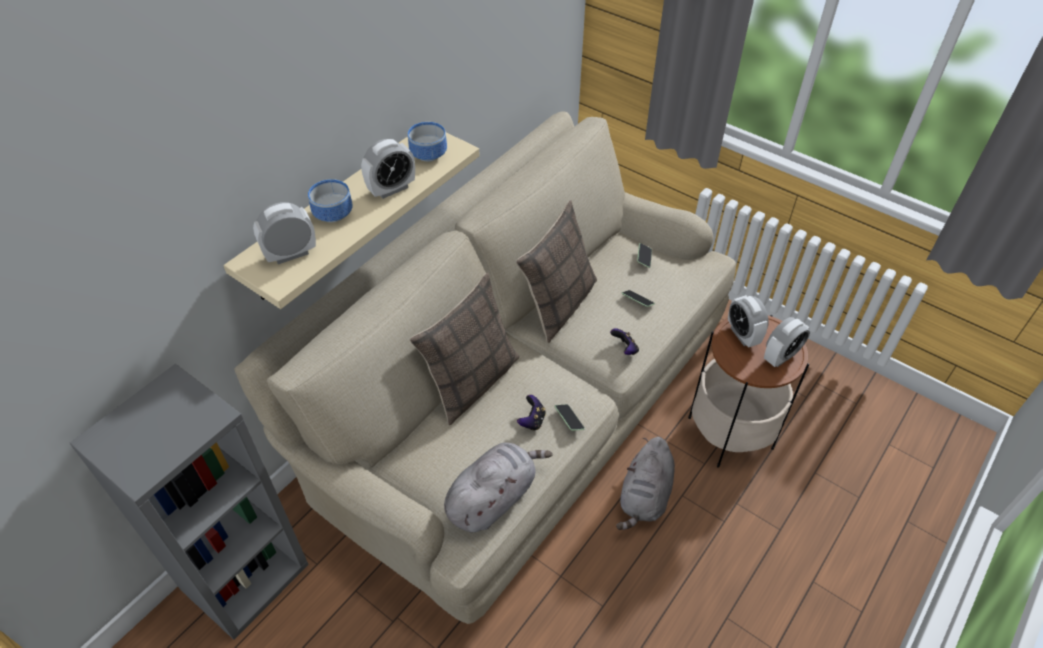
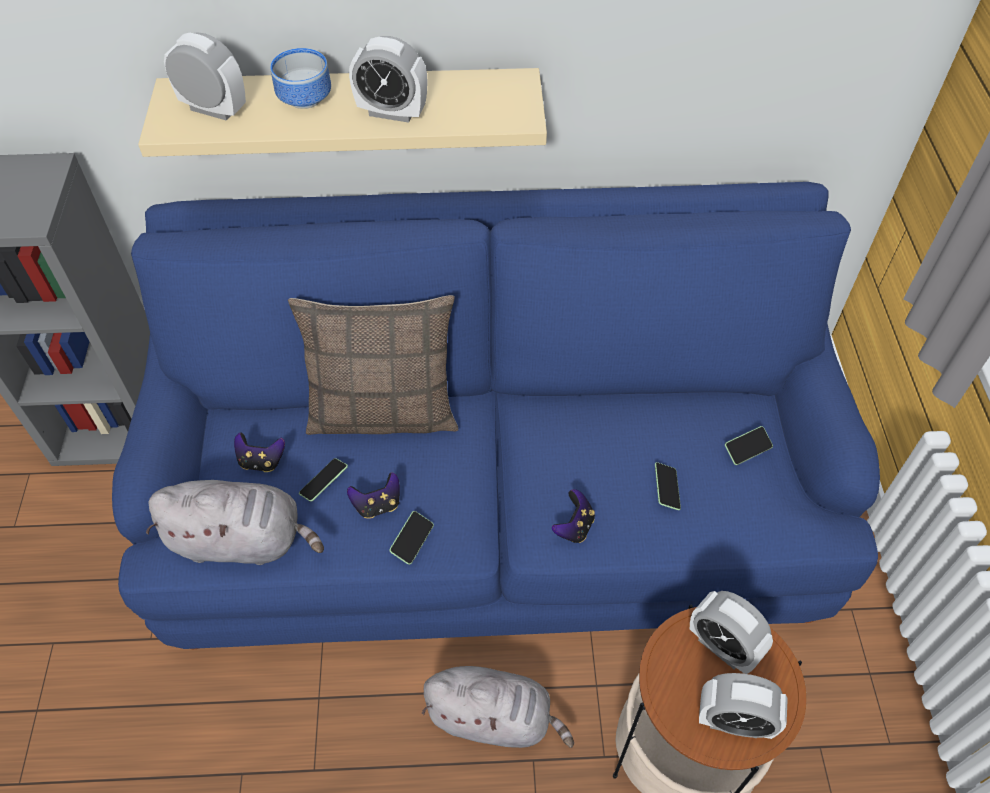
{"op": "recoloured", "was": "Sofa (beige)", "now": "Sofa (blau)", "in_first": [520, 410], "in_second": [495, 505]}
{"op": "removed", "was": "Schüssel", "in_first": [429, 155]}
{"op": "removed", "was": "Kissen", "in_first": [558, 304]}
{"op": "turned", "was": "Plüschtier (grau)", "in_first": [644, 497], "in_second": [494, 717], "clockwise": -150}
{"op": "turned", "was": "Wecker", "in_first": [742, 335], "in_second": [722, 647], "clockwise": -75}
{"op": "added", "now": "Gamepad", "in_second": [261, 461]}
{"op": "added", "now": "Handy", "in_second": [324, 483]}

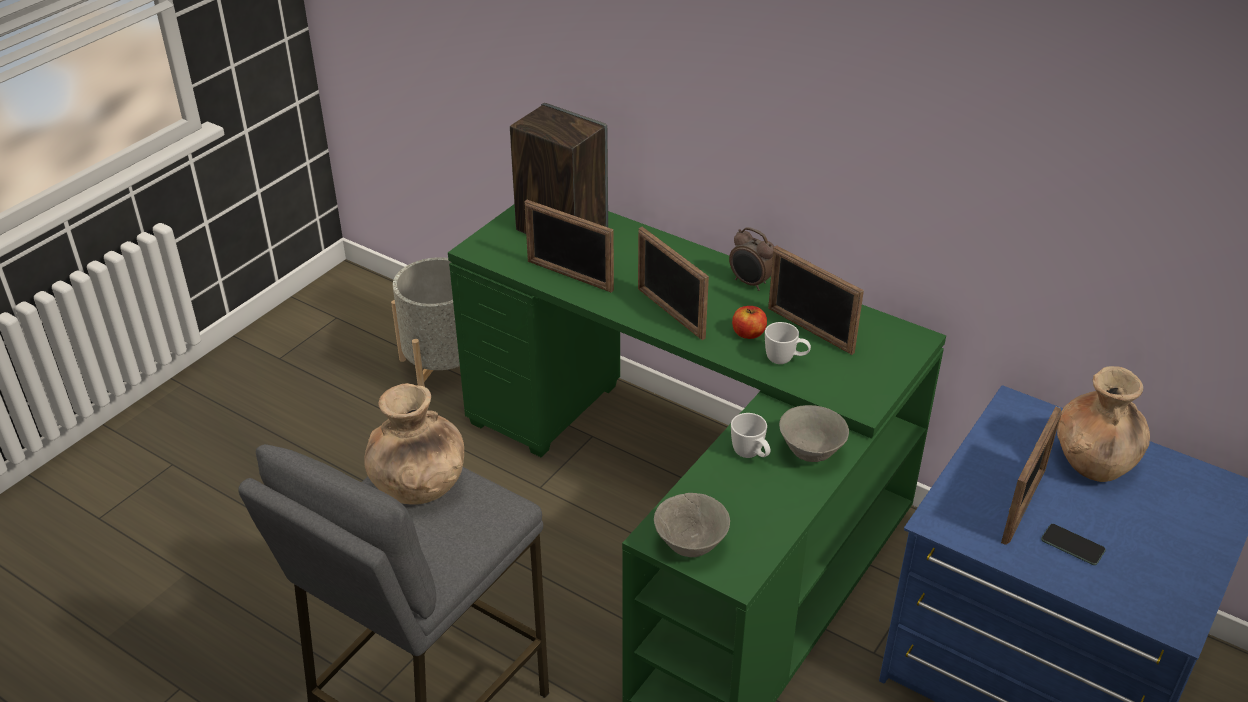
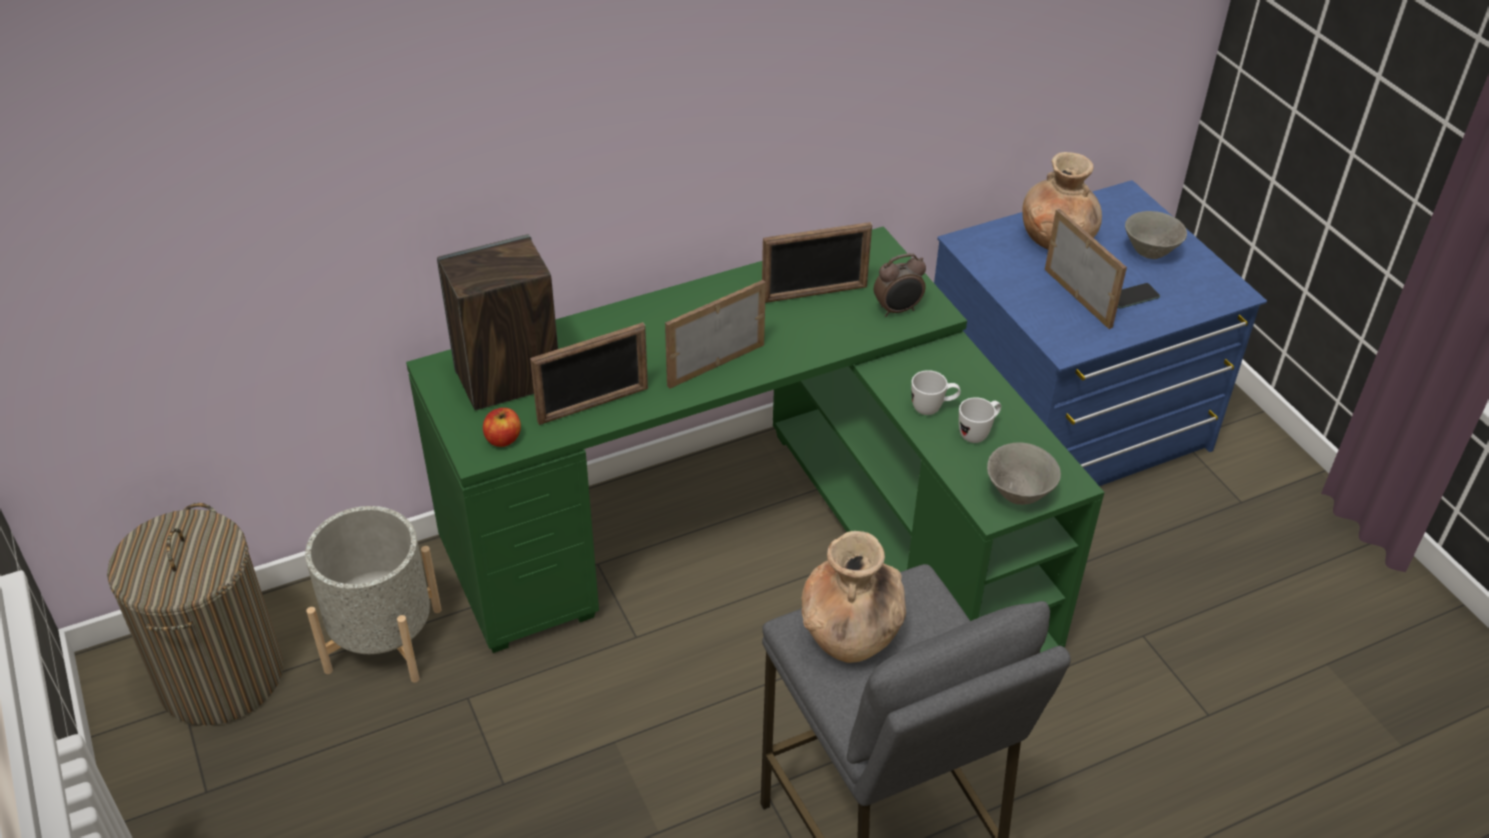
{"op": "turned", "was": "Bilderrahmen", "in_first": [670, 313], "in_second": [715, 364], "clockwise": 150}
{"op": "moved", "was": "Wecker", "in_first": [750, 283], "in_second": [898, 310]}
{"op": "moved", "was": "Apfel", "in_first": [748, 333], "in_second": [503, 439]}
{"op": "moved", "was": "Henkelbecher (weiß)", "in_first": [785, 360], "in_second": [978, 433]}
{"op": "moved", "was": "Schüssel (grau)", "in_first": [811, 453], "in_second": [1149, 252]}
{"op": "added", "now": "Wäschekorb", "in_second": [221, 676]}

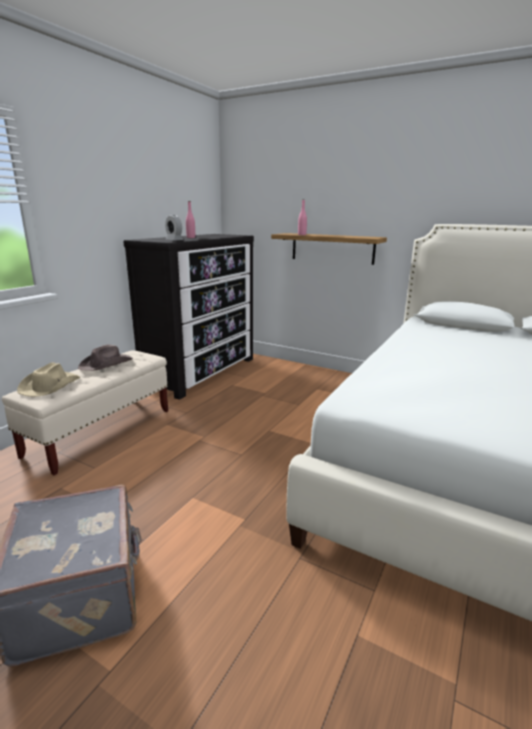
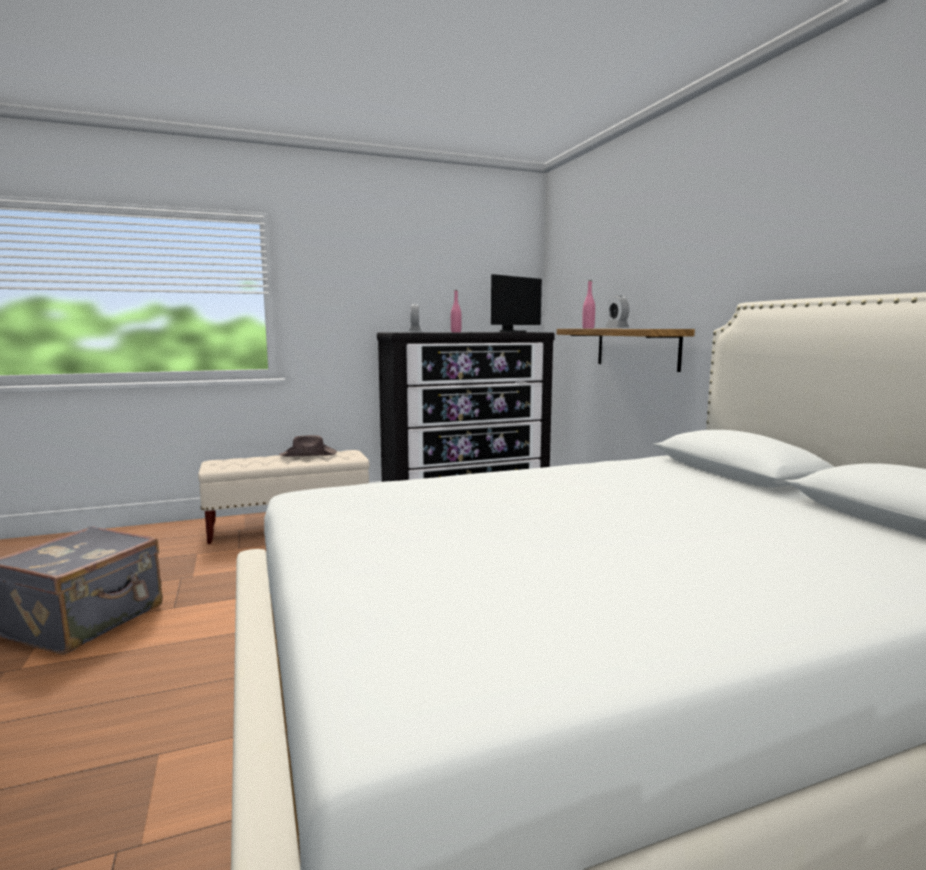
{"op": "removed", "was": "Hut (beige)", "in_first": [49, 386]}
{"op": "added", "now": "Monitor", "in_second": [514, 332]}
{"op": "added", "now": "Wecker", "in_second": [616, 328]}

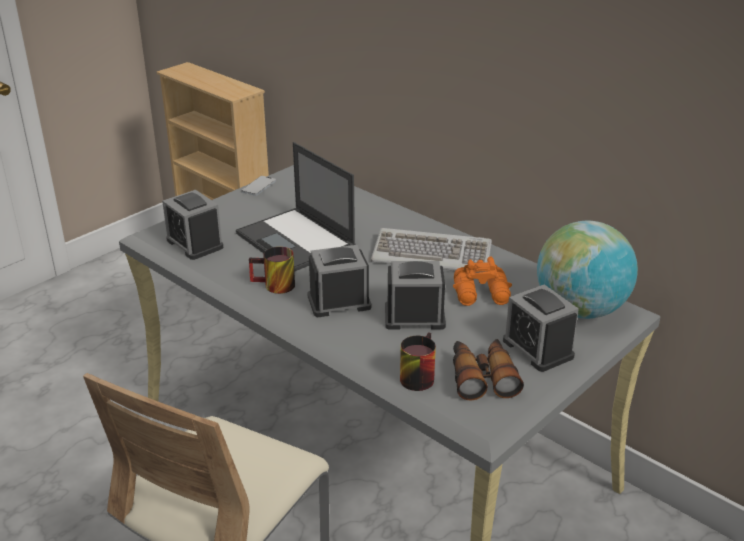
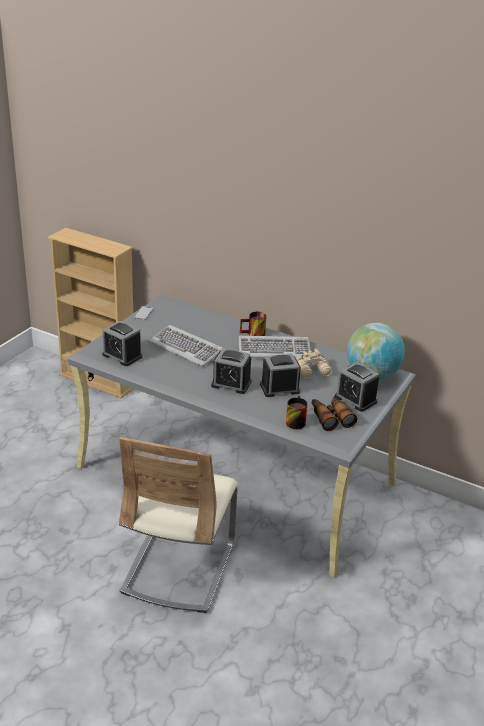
{"op": "replaced", "was": "Laptop", "now": "Tastatur", "in_first": [296, 240], "in_second": [186, 348]}
{"op": "moved", "was": "Henkelbecher", "in_first": [274, 286], "in_second": [253, 335]}
{"op": "turned", "was": "Wecker", "in_first": [339, 302], "in_second": [231, 384], "clockwise": -135}
{"op": "recoloured", "was": "Fernglas (orange)", "now": "Fernglas (beige)", "in_first": [482, 294], "in_second": [313, 371]}

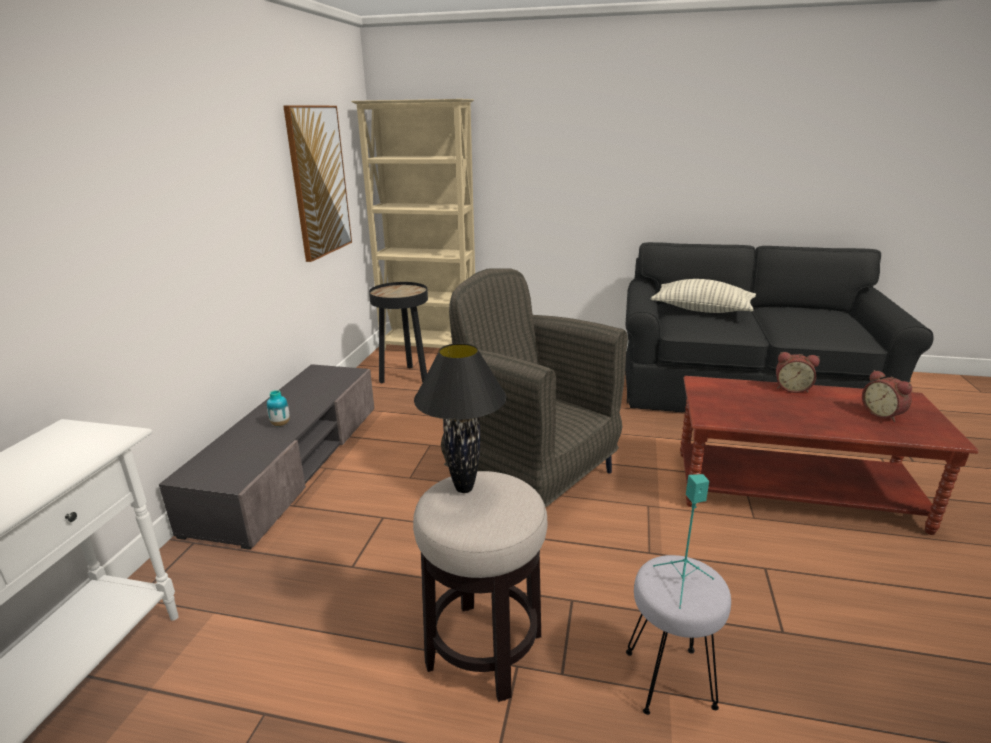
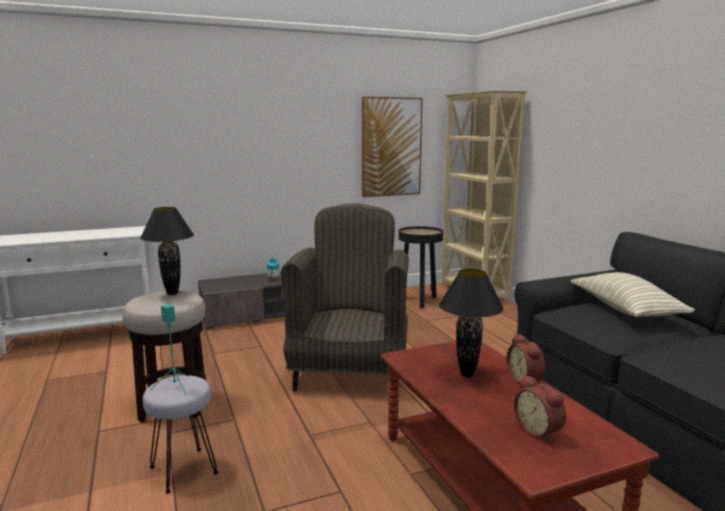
{"op": "turned", "was": "Wecker", "in_first": [883, 414], "in_second": [539, 430], "clockwise": -60}
{"op": "added", "now": "Tischlampe (schwarz)", "in_second": [466, 374]}

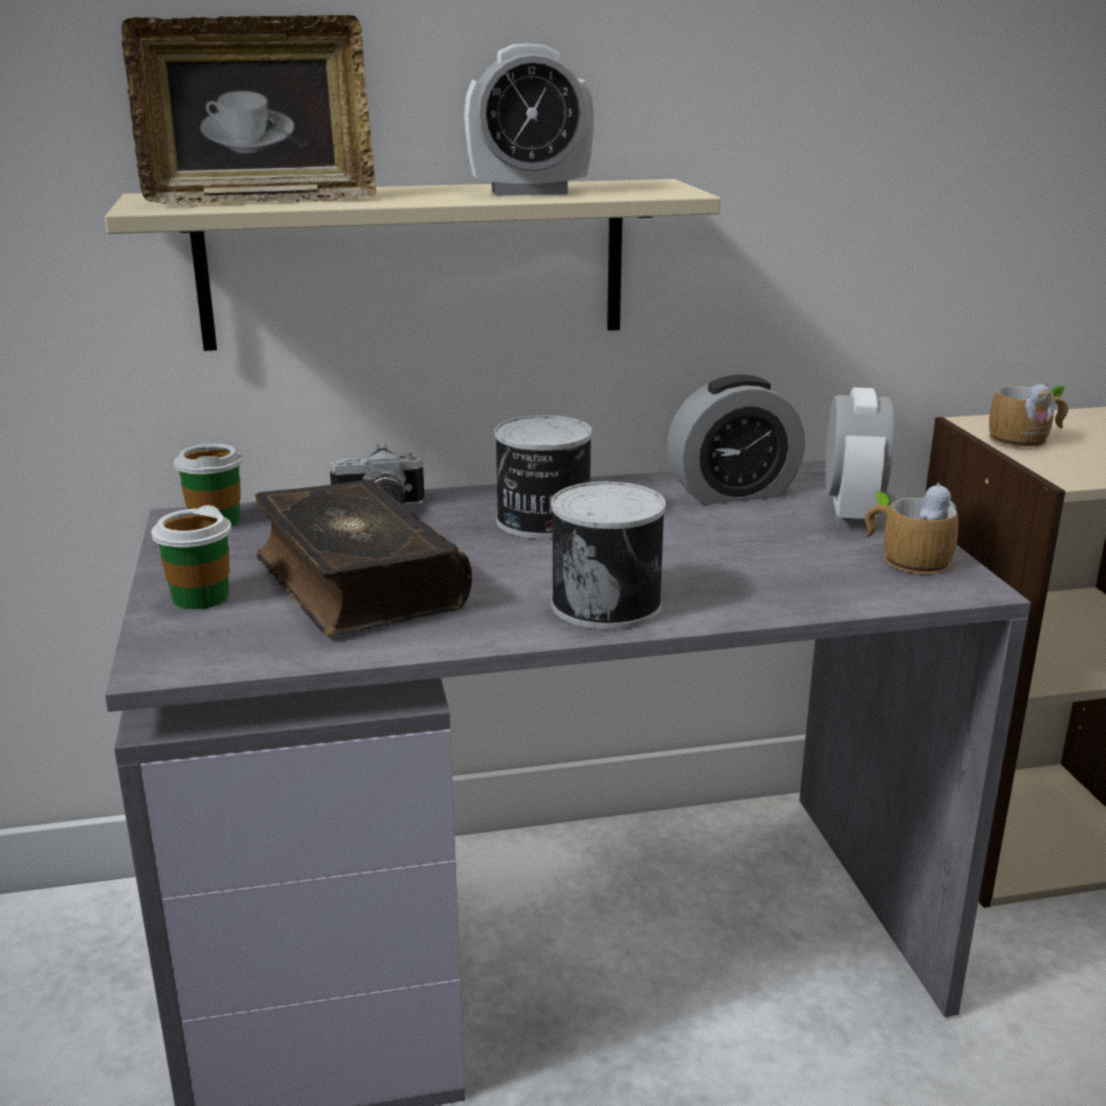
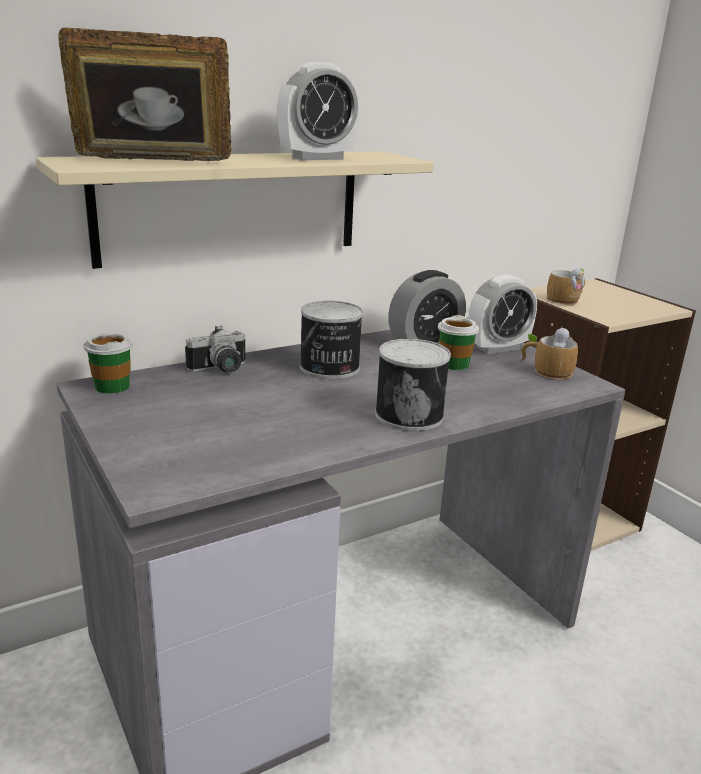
{"op": "turned", "was": "Bilderrahmen", "in_first": [261, 200], "in_second": [151, 162], "clockwise": -150}
{"op": "moved", "was": "Tasse", "in_first": [200, 597], "in_second": [454, 364]}
{"op": "removed", "was": "Buch", "in_first": [355, 582]}
{"op": "turned", "was": "Wecker", "in_first": [851, 513], "in_second": [497, 348], "clockwise": 75}

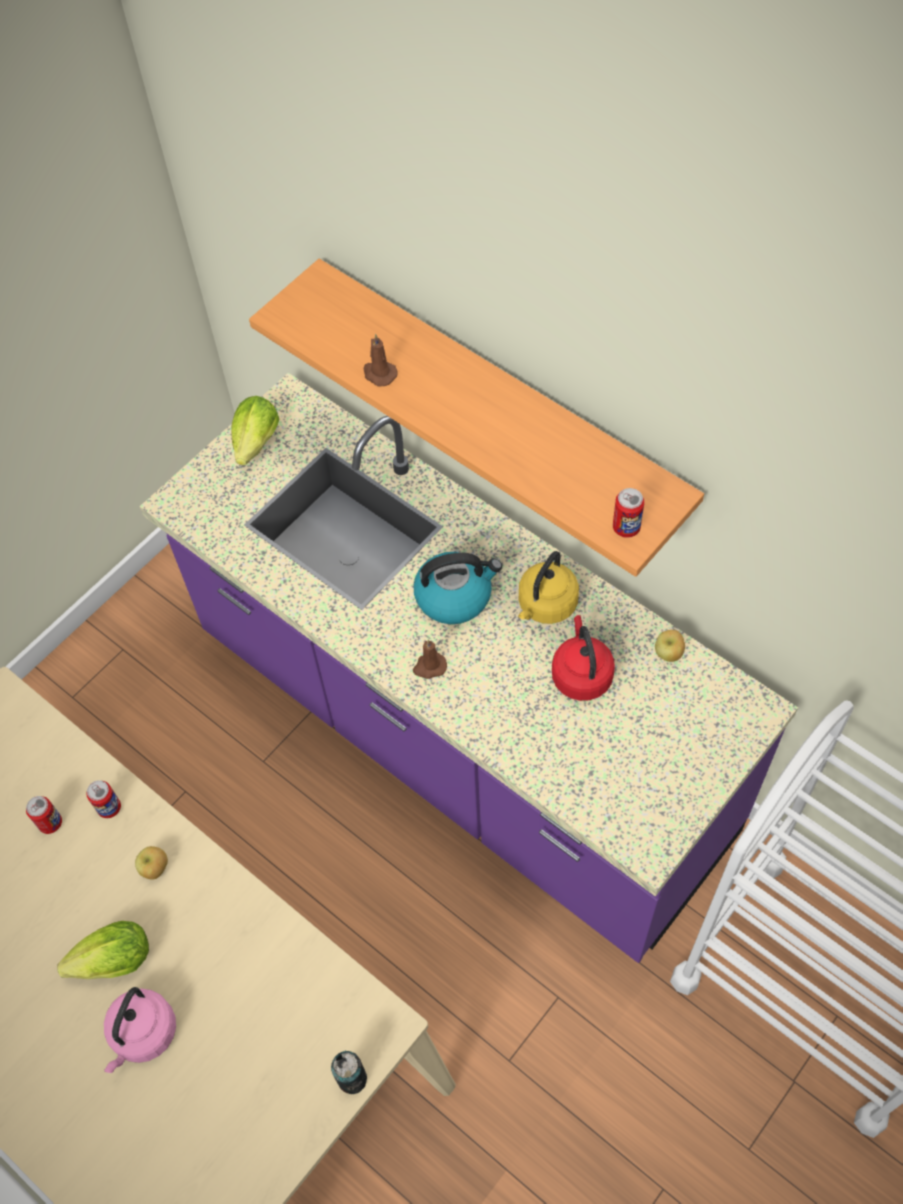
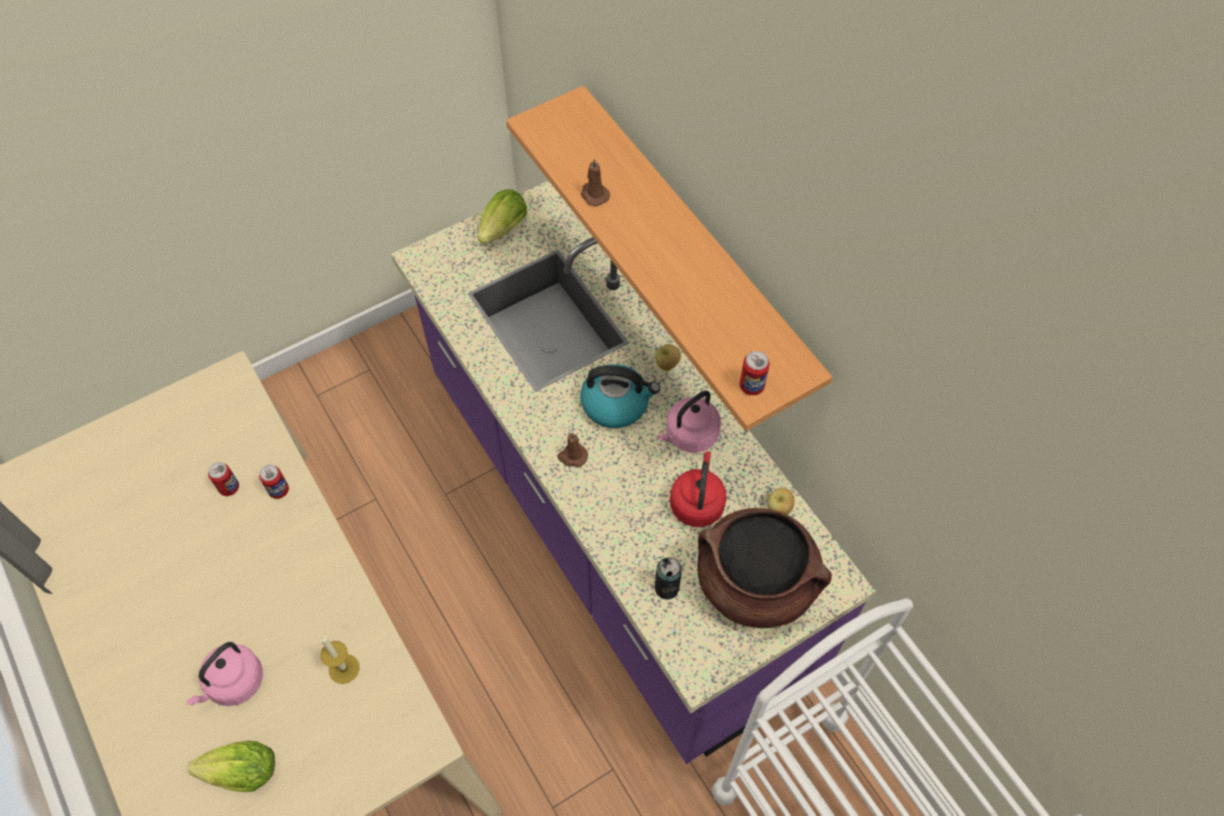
{"op": "moved", "was": "Salatkopf", "in_first": [109, 962], "in_second": [238, 772]}
{"op": "moved", "was": "Apfel", "in_first": [155, 869], "in_second": [667, 365]}
{"op": "moved", "was": "Dose", "in_first": [352, 1079], "in_second": [666, 588]}
{"op": "recoloured", "was": "Wasserkessel (gelb)", "now": "Wasserkessel (rosa)", "in_first": [545, 606], "in_second": [689, 435]}
{"op": "added", "now": "Kerze", "in_second": [344, 668]}
{"op": "added", "now": "Kochtopf (braun)", "in_second": [756, 583]}

